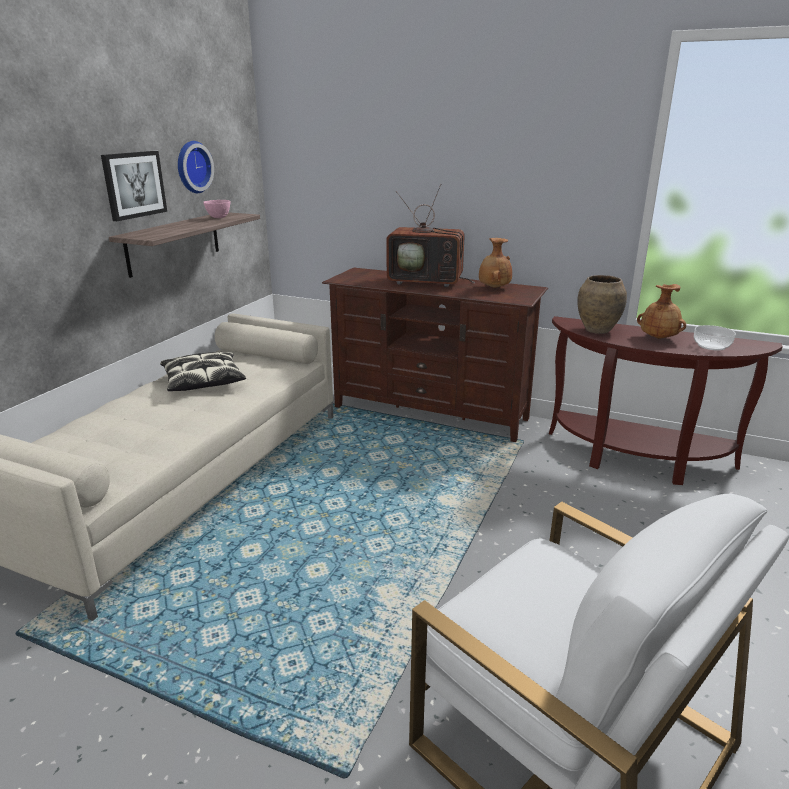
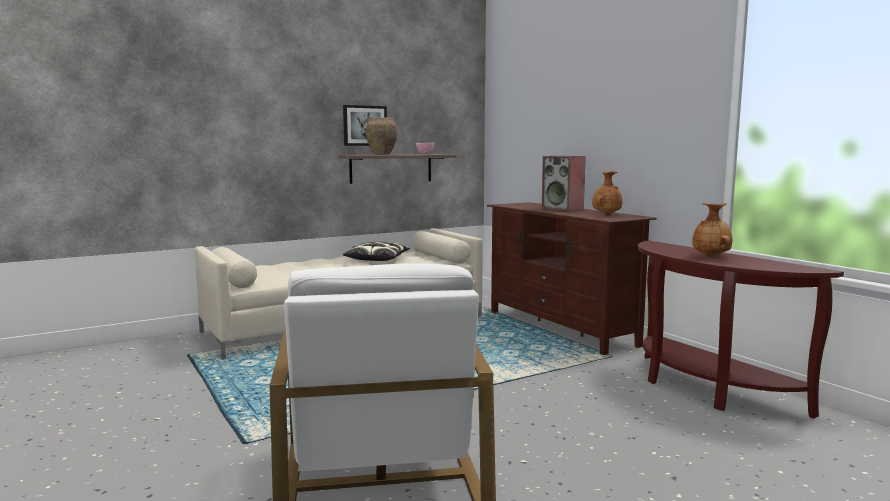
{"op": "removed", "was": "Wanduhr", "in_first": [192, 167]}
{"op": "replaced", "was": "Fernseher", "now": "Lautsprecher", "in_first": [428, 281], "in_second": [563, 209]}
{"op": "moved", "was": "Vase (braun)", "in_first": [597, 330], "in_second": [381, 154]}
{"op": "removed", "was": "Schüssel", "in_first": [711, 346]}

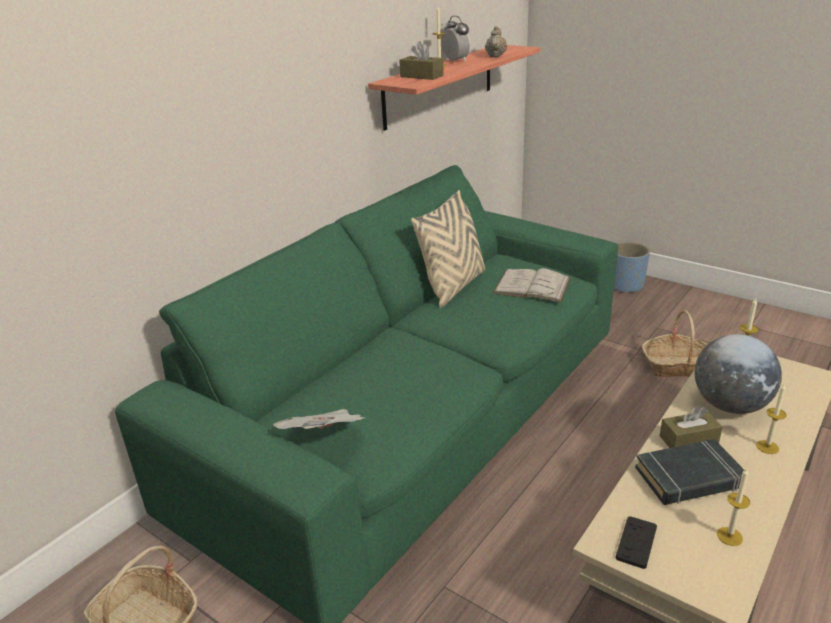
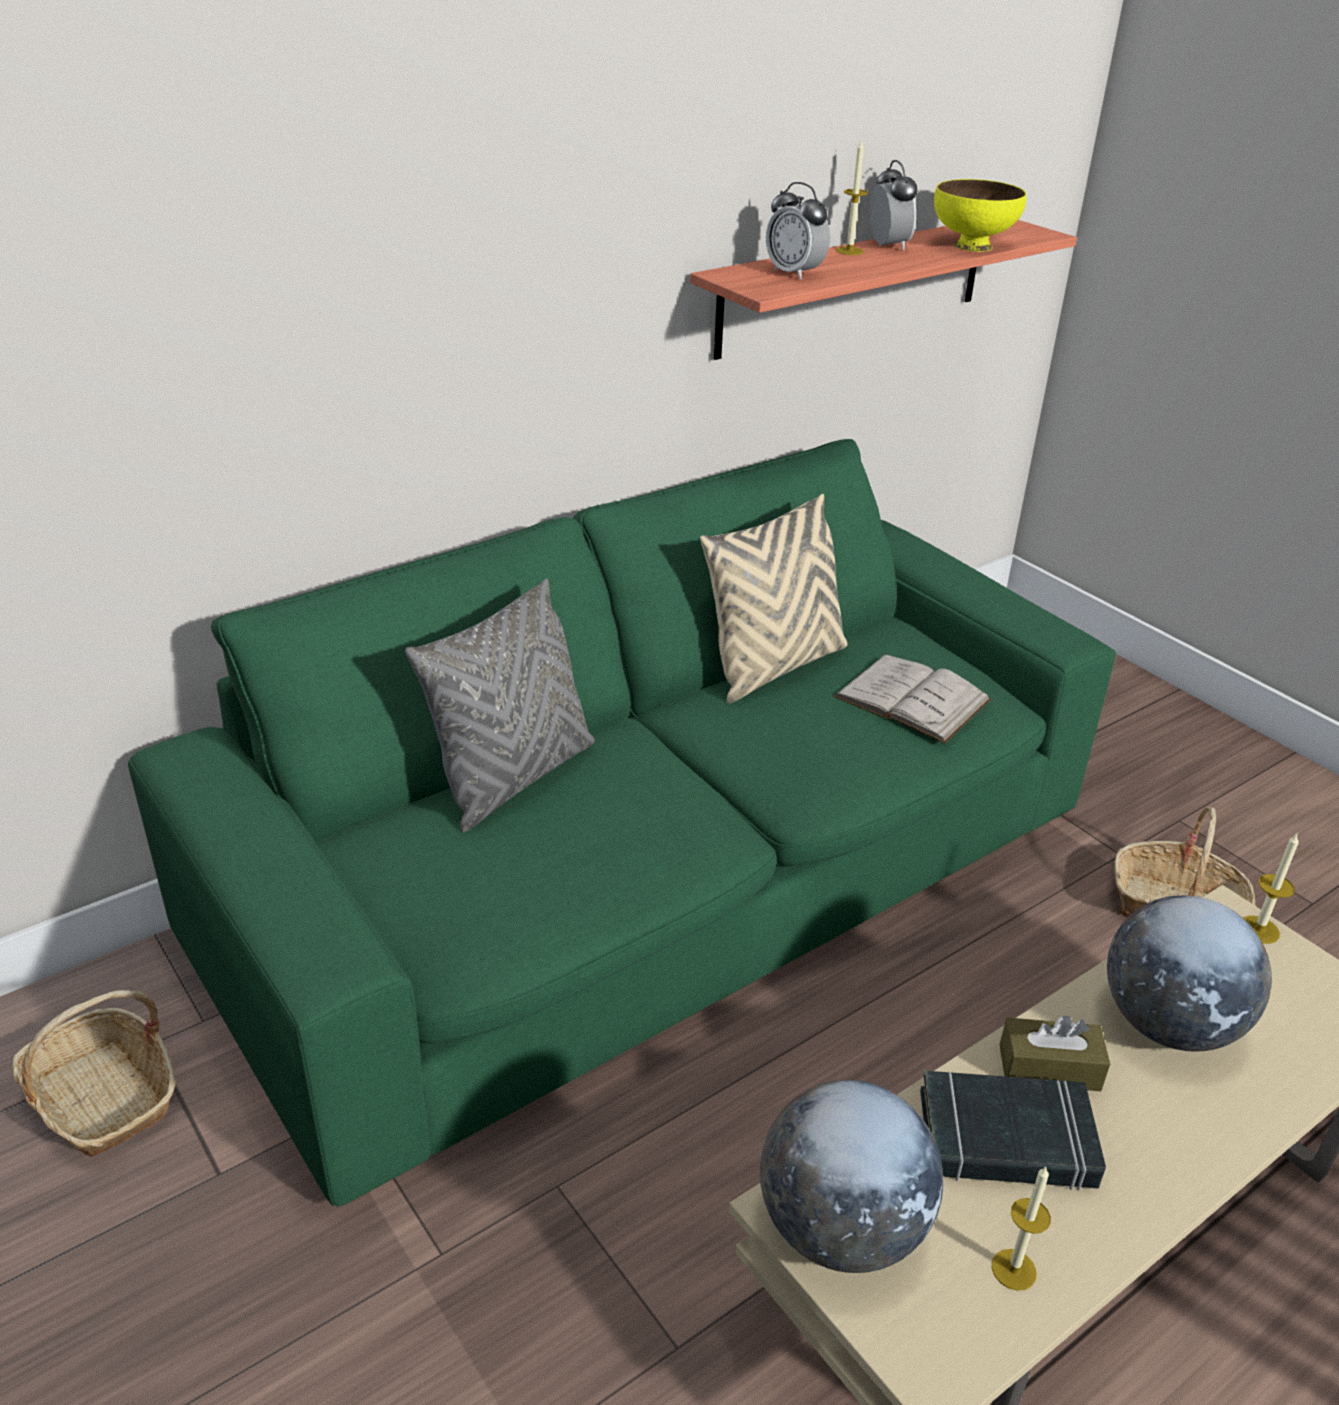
{"op": "removed", "was": "Zeitung", "in_first": [324, 438]}
{"op": "replaced", "was": "Taschentuchbox (braun)", "now": "Wecker", "in_first": [421, 76], "in_second": [794, 273]}
{"op": "replaced", "was": "Teekanne (beige)", "now": "Schüssel (gelb)", "in_first": [496, 56], "in_second": [971, 246]}
{"op": "removed", "was": "Pflanzkübel (blau)", "in_first": [625, 285]}
{"op": "replaced", "was": "Gamepad (schwarz)", "now": "Globus", "in_first": [636, 543], "in_second": [841, 1227]}
{"op": "removed", "was": "Kerze", "in_first": [767, 447]}
{"op": "added", "now": "Kissen (grau)", "in_second": [513, 777]}

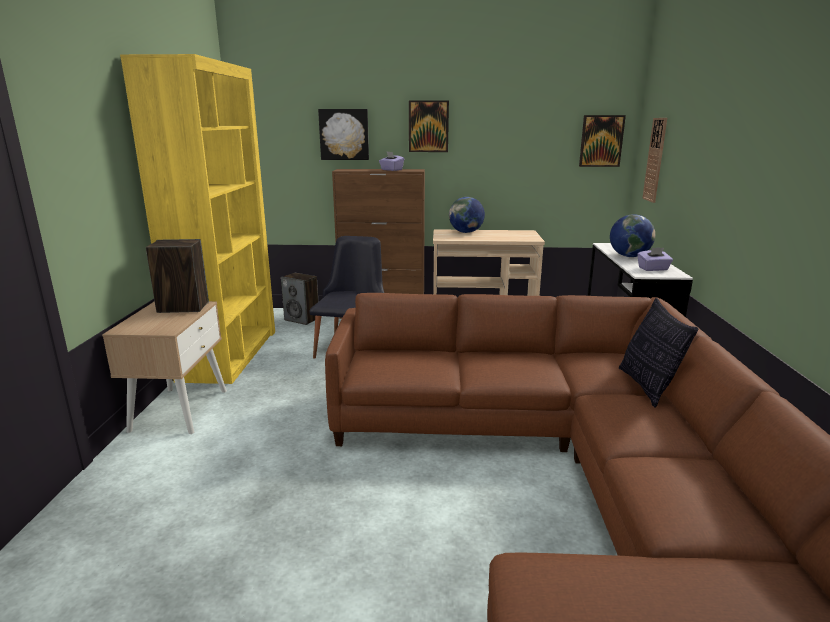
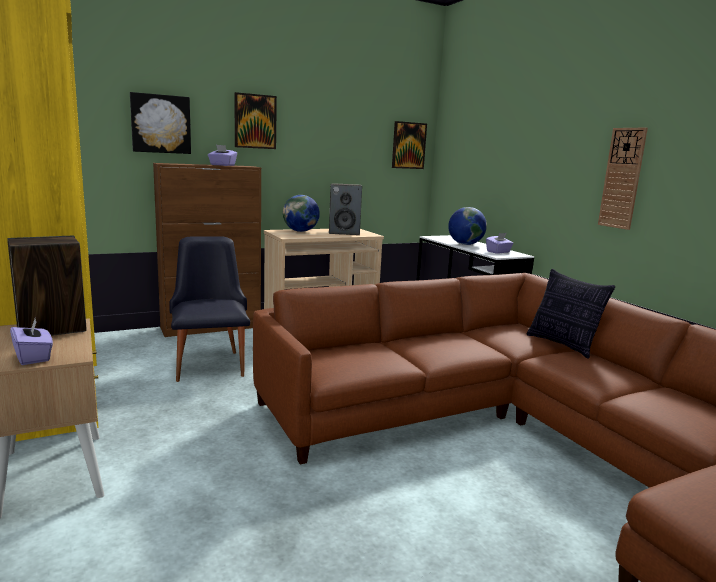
{"op": "moved", "was": "Lautsprecher", "in_first": [302, 319], "in_second": [344, 233]}
{"op": "moved", "was": "Wanduhr", "in_first": [655, 160], "in_second": [622, 178]}
{"op": "added", "now": "Taschentuchbox (lila)", "in_second": [33, 357]}

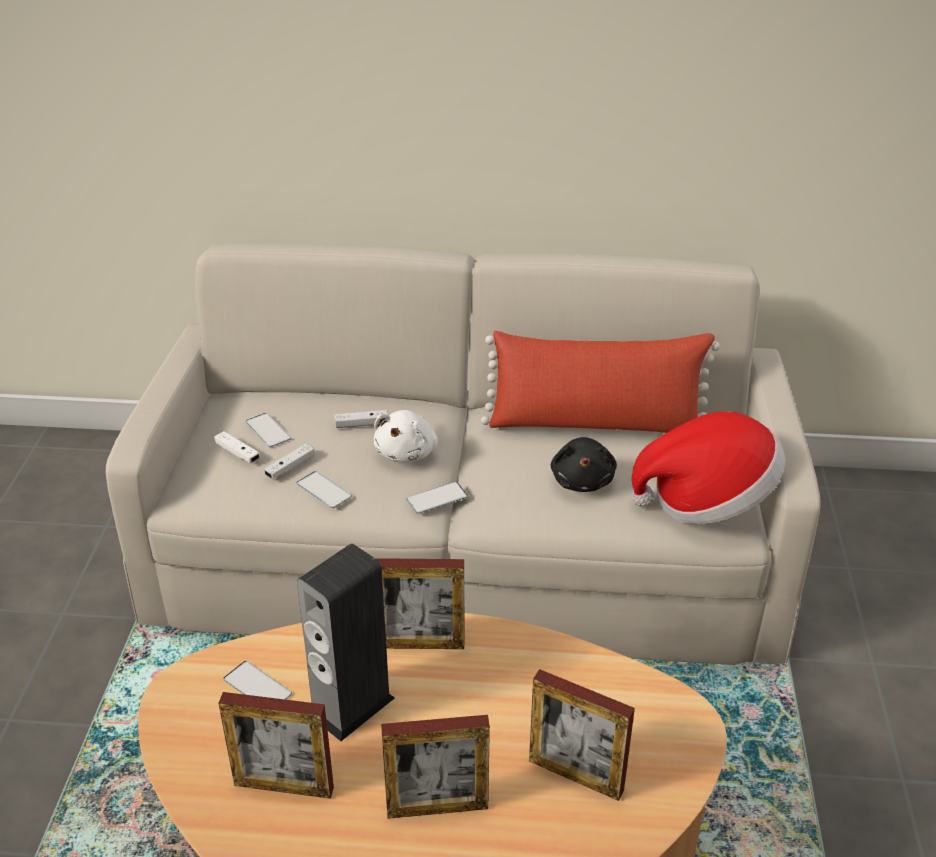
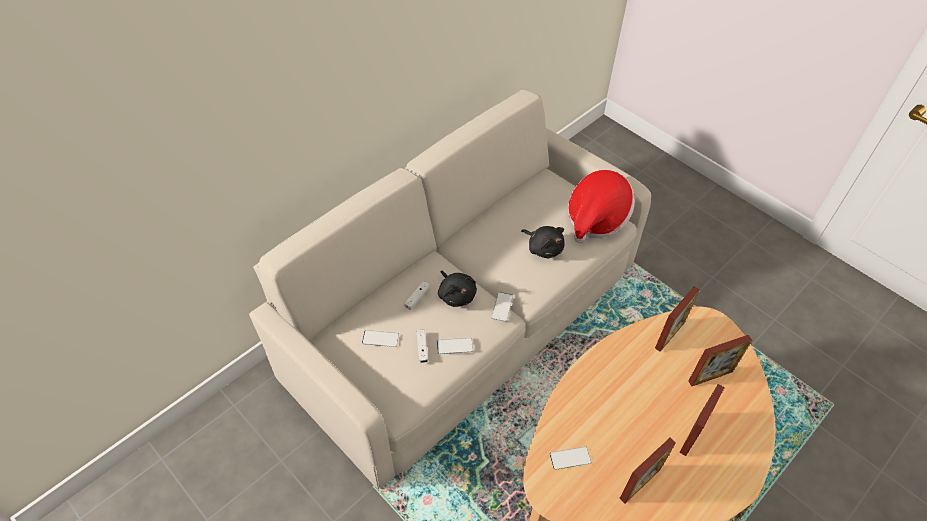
{"op": "removed", "was": "Gamepad (weiß)", "in_first": [237, 453]}
{"op": "removed", "was": "Lautsprecher", "in_first": [351, 705]}
{"op": "recoloured", "was": "Plüschtier (weiß)", "now": "Plüschtier (schwarz)", "in_first": [407, 452], "in_second": [456, 294]}
{"op": "moved", "was": "Bilderrahmen", "in_first": [420, 644], "in_second": [669, 335]}
{"op": "removed", "was": "Kissen (rot)", "in_first": [595, 424]}

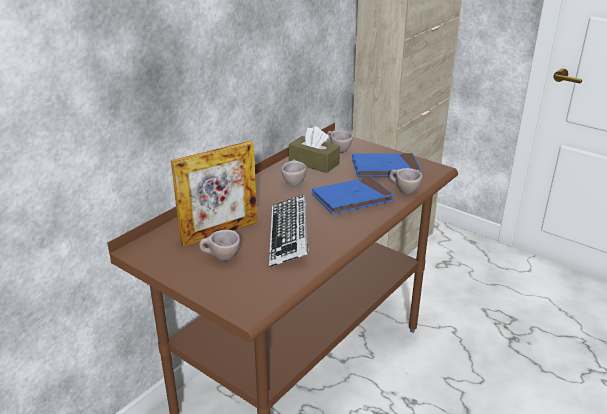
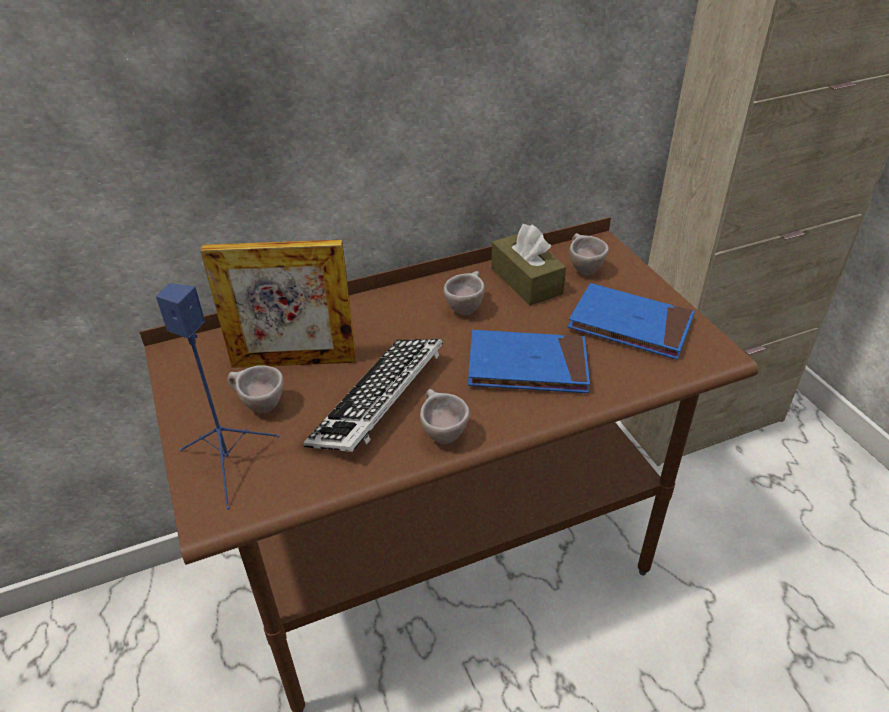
{"op": "moved", "was": "Tasse (beige)", "in_first": [403, 191], "in_second": [440, 433]}
{"op": "added", "now": "Lautsprecher (blau)", "in_second": [230, 462]}

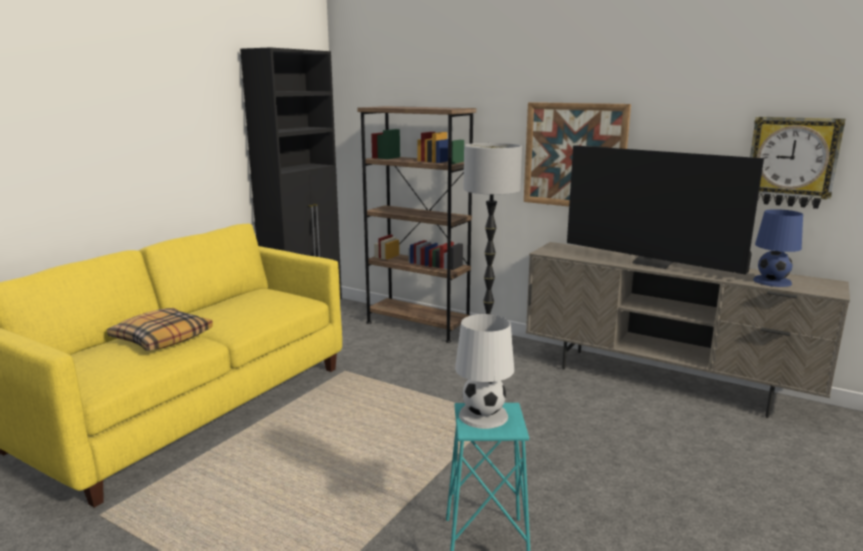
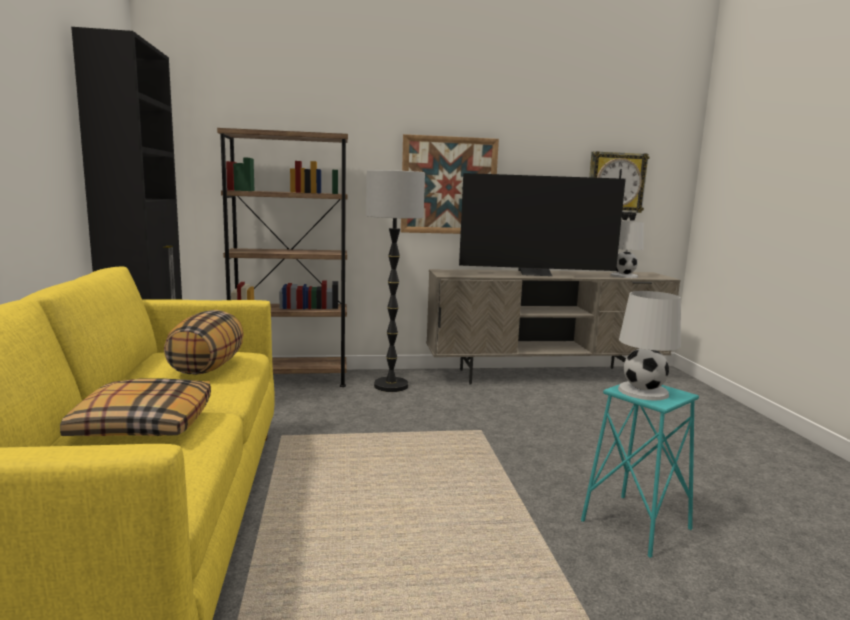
{"op": "recoloured", "was": "Tischlampe (blau)", "now": "Tischlampe (weiß)", "in_first": [771, 281], "in_second": [623, 276]}
{"op": "added", "now": "Kissen", "in_second": [207, 367]}

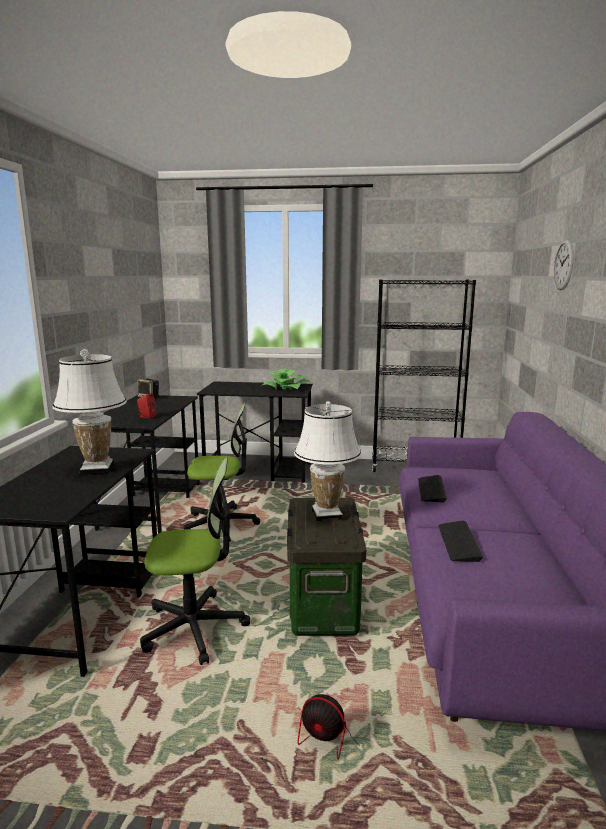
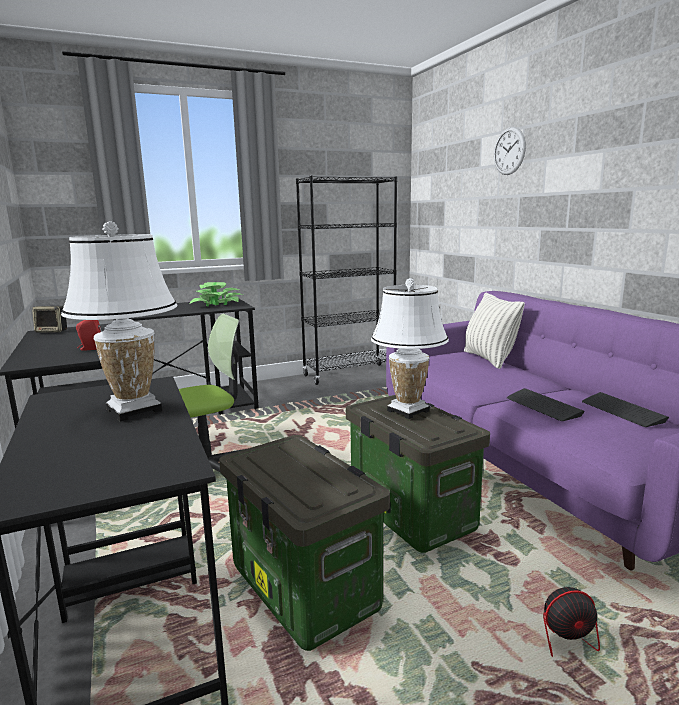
{"op": "replaced", "was": "Bürostuhl", "now": "Aufbewahrungsbox", "in_first": [194, 627], "in_second": [306, 589]}
{"op": "moved", "was": "Tastatur", "in_first": [431, 490], "in_second": [622, 411]}
{"op": "added", "now": "Kissen", "in_second": [489, 359]}

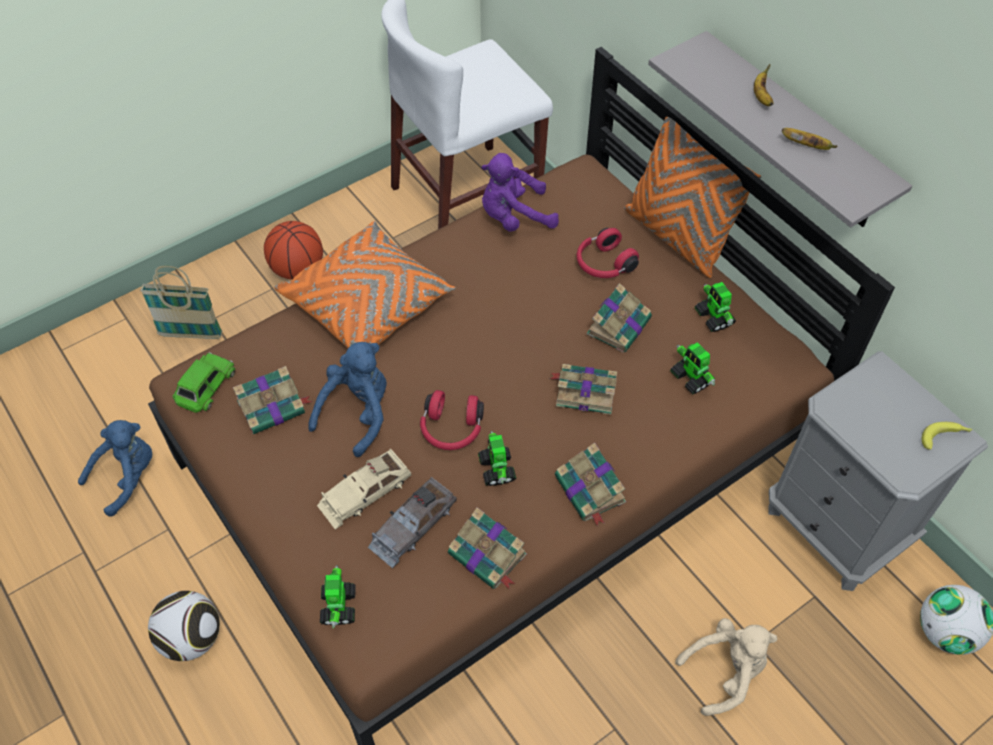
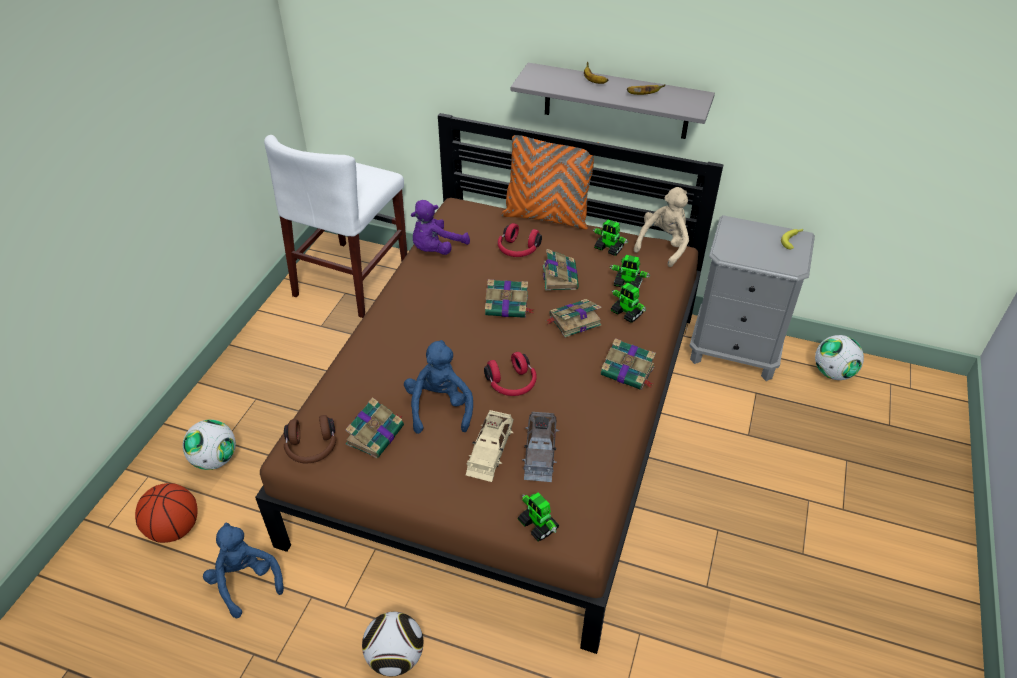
{"op": "turned", "was": "Plüschtier (blau)", "in_first": [127, 476], "in_second": [246, 581], "clockwise": -45}
{"op": "replaced", "was": "Korb", "now": "Fußball", "in_first": [191, 334], "in_second": [215, 459]}
{"op": "replaced", "was": "Spielzeugauto (grün)", "now": "Kopfhörer (braun)", "in_first": [205, 387], "in_second": [312, 448]}
{"op": "moved", "was": "Basketball", "in_first": [298, 269], "in_second": [175, 528]}
{"op": "removed", "was": "Kissen (orange)", "in_first": [368, 303]}
{"op": "moved", "was": "Buch", "in_first": [488, 555], "in_second": [508, 306]}
{"op": "moved", "was": "Spielzeugroboter", "in_first": [497, 469], "in_second": [627, 313]}
{"op": "moved", "was": "Plüschtier (beige)", "in_first": [725, 672], "in_second": [663, 245]}

